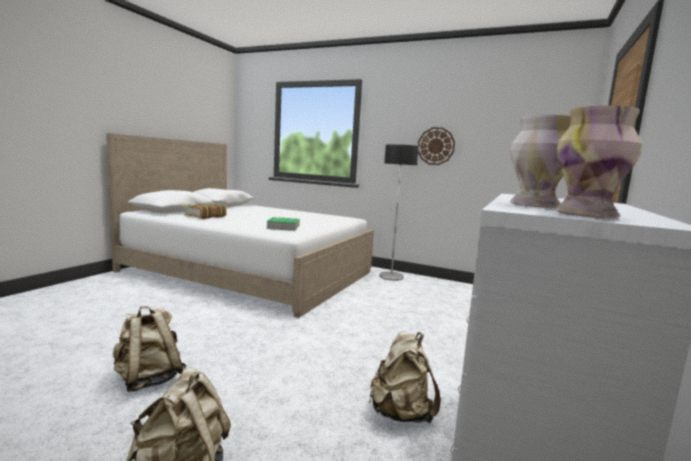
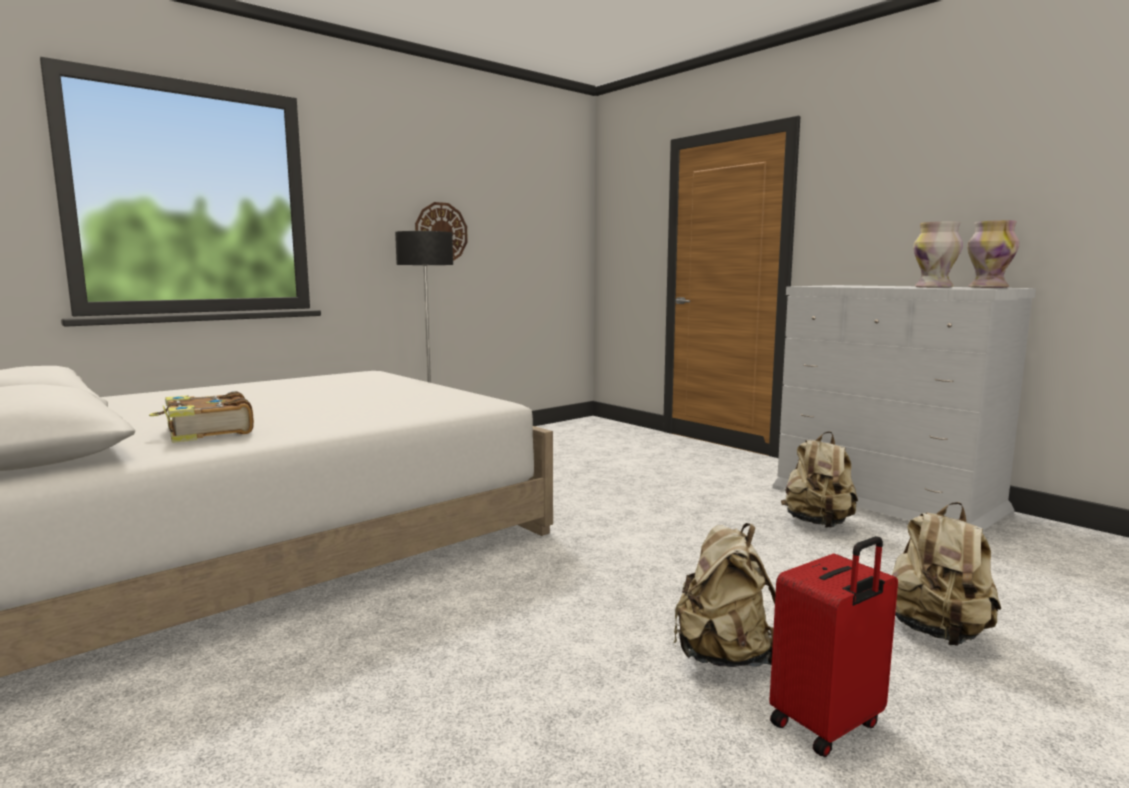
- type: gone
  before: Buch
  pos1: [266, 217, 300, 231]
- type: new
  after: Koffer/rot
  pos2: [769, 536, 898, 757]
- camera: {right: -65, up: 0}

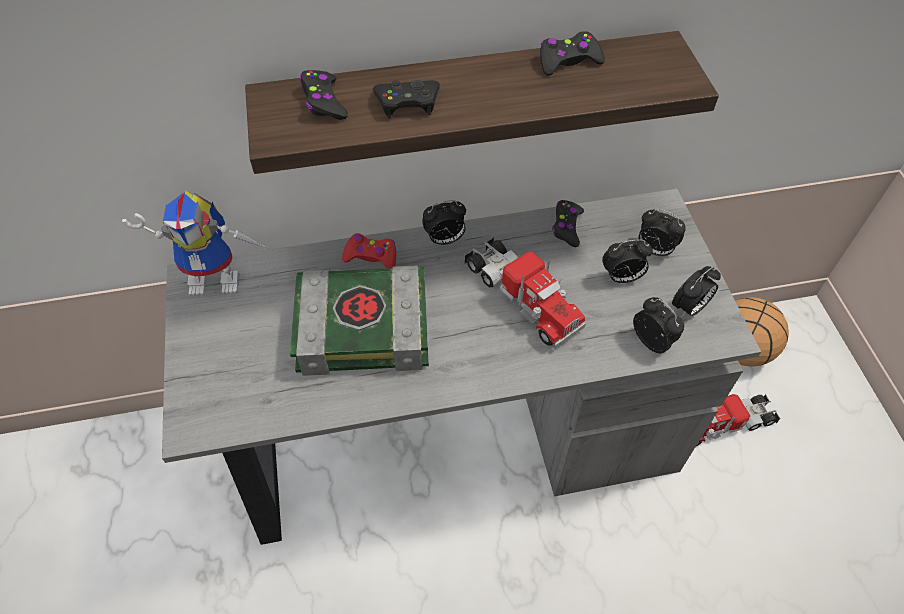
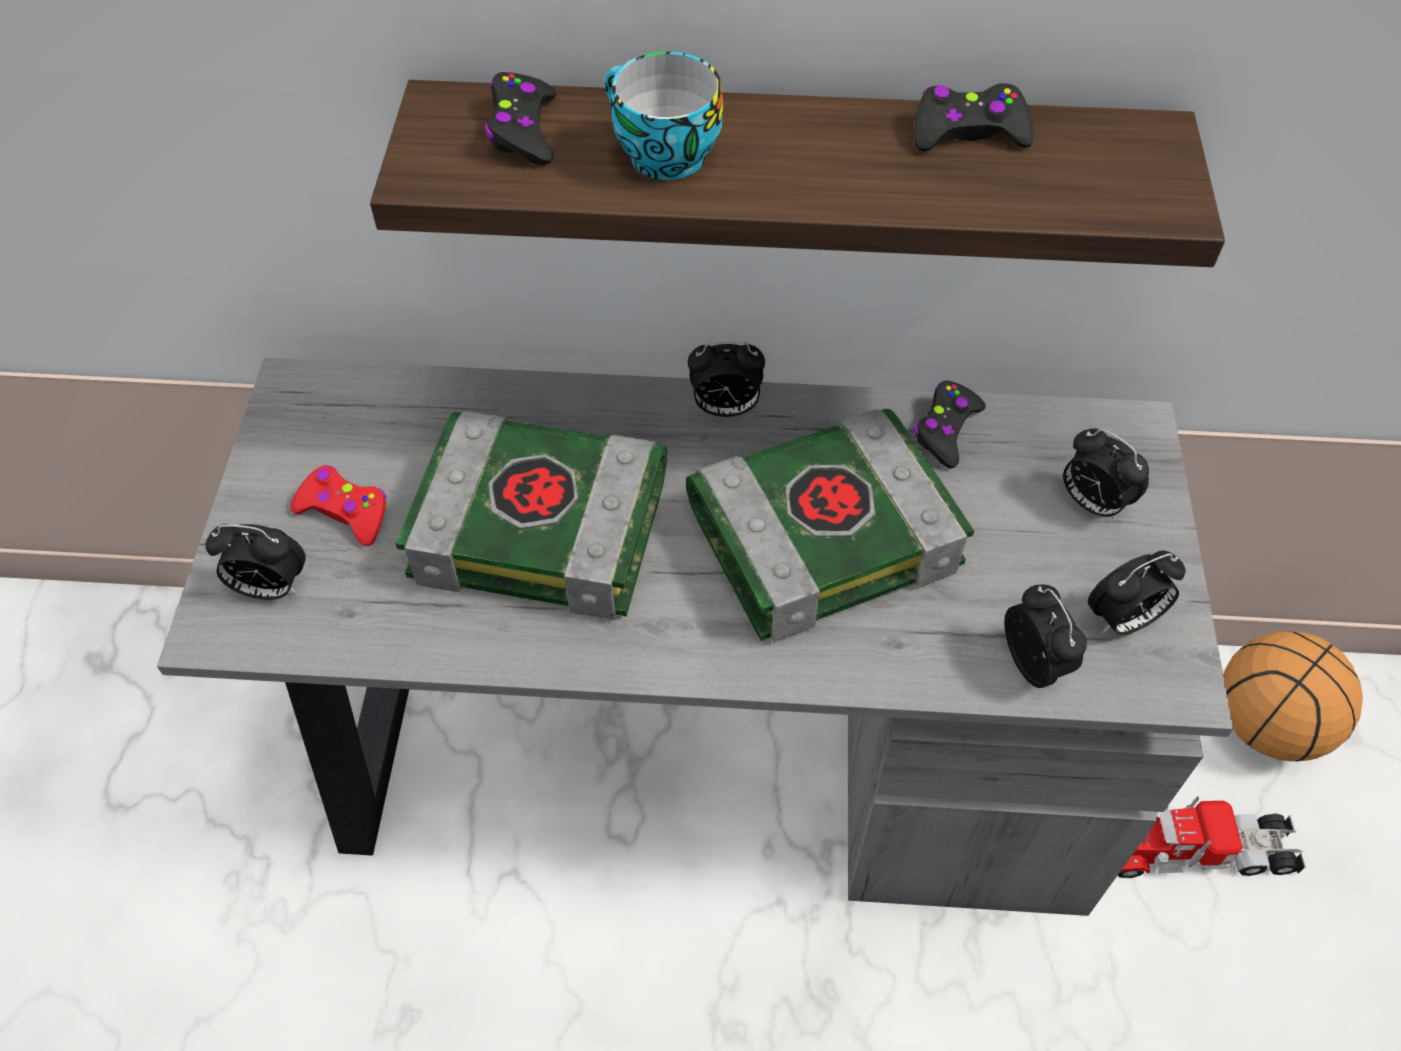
- type: gone
  before: Spielzeugroboter
  pos1: [122, 191, 269, 296]
- type: shifted
  before: Gamepad/rot
  pos1: [342, 233, 396, 269]
  pos2: [290, 465, 387, 546]
- type: swapped
  before: Gamepad/schwarz
  after: Tasse
  pos1: [373, 80, 440, 118]
  pos2: [605, 51, 723, 180]
- type: swapped
  before: Spielzeuglaster
  after: Buch
  pos1: [465, 237, 586, 348]
  pos2: [686, 409, 974, 643]
- type: shifted
  before: Wecker
  pos1: [602, 239, 653, 283]
  pos2: [205, 524, 306, 600]
- camera: {right: 15, up: 0}

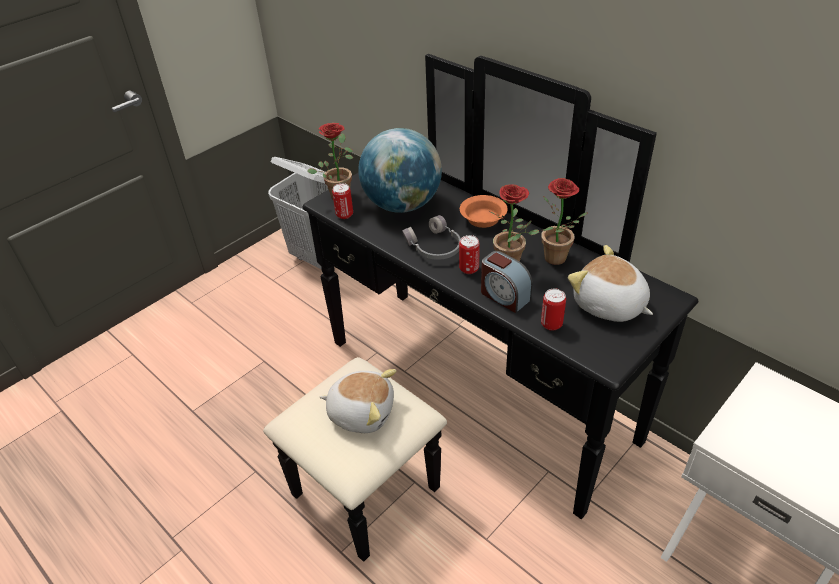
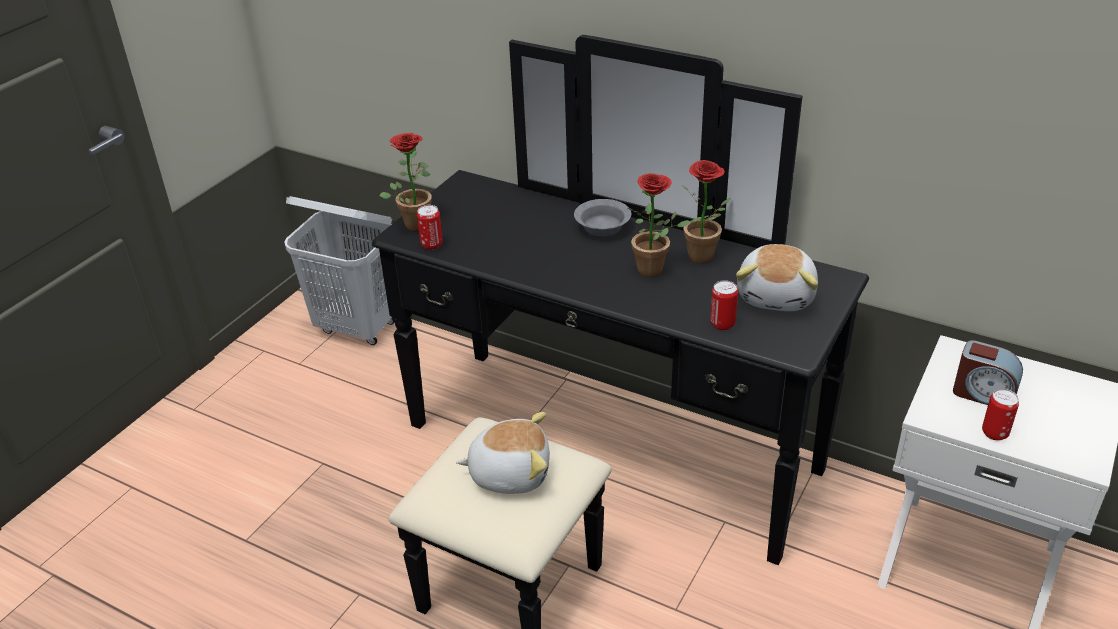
- type: gone
  before: Globus
  pos1: [358, 128, 442, 213]
- type: gone
  before: Kopfhörer/grau
  pos1: [402, 215, 461, 260]
- type: shifted
  before: Dose
  pos1: [459, 235, 480, 274]
  pos2: [982, 389, 1019, 441]
- type: repainted
  before: Schüssel/orange
  after: Schüssel/grau
  pos1: [460, 195, 508, 228]
  pos2: [574, 199, 631, 236]
- type: shifted
  before: Wecker
  pos1: [481, 251, 533, 313]
  pos2: [953, 340, 1023, 405]
- type: rotated
  before: Plüschtier
  pos1: [568, 245, 653, 322]
  pos2: [736, 244, 818, 311]
  turn: -105
- camera: {right: -15, up: -5}

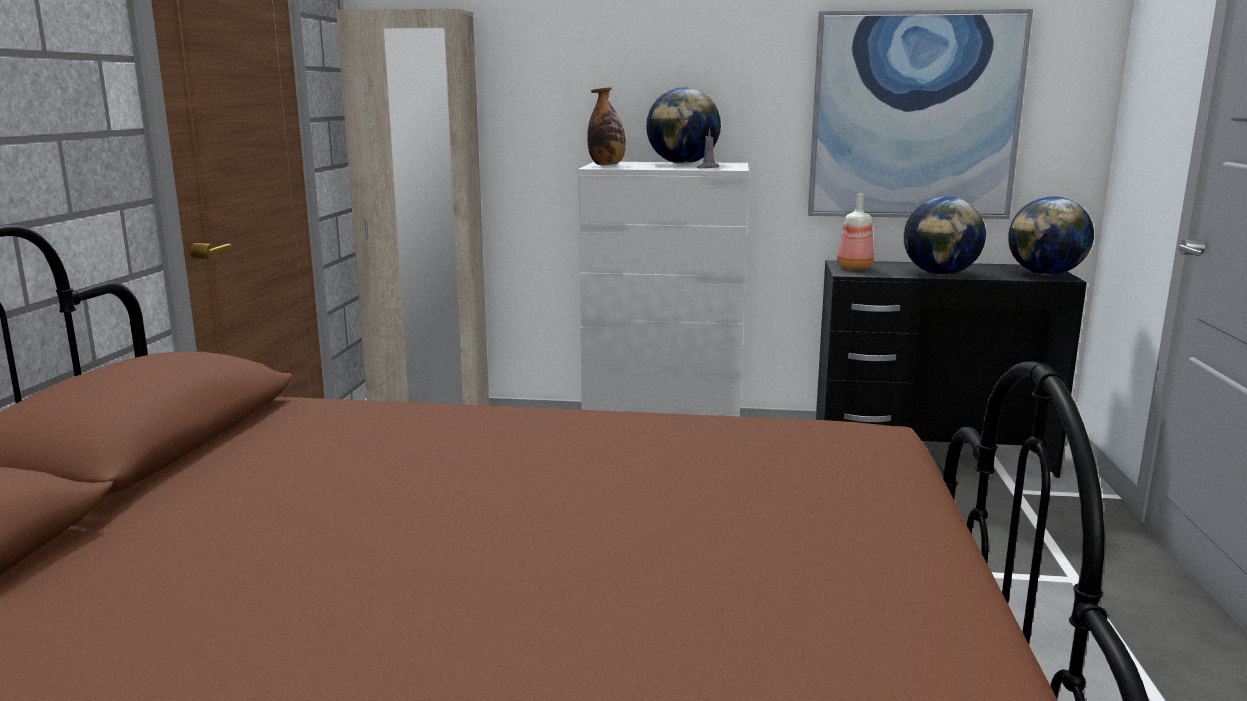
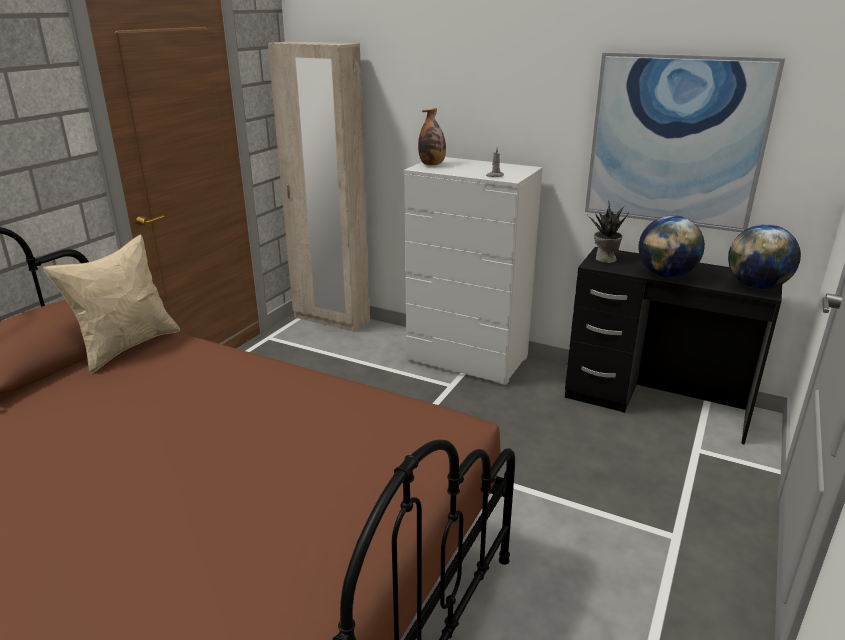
- type: gone
  before: Globus
  pos1: [646, 87, 721, 164]
- type: swapped
  before: Flasche
  after: Topfpflanze
  pos1: [837, 194, 874, 270]
  pos2: [588, 201, 629, 263]
- type: new
  after: Kissen/beige
  pos2: [43, 234, 180, 373]
- camera: {right: 20, up: 10}

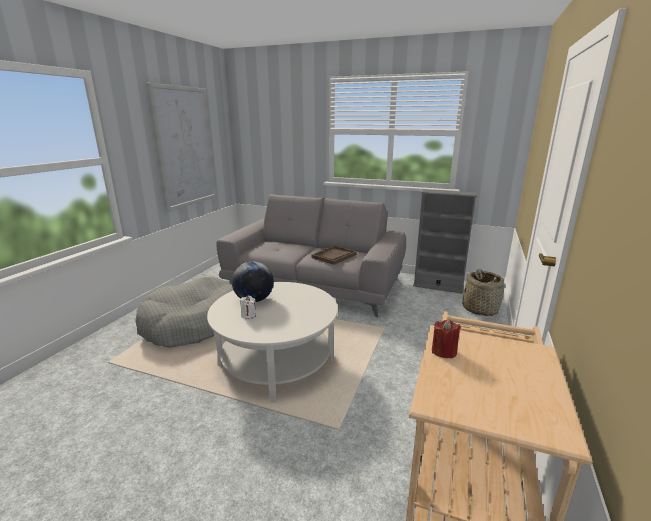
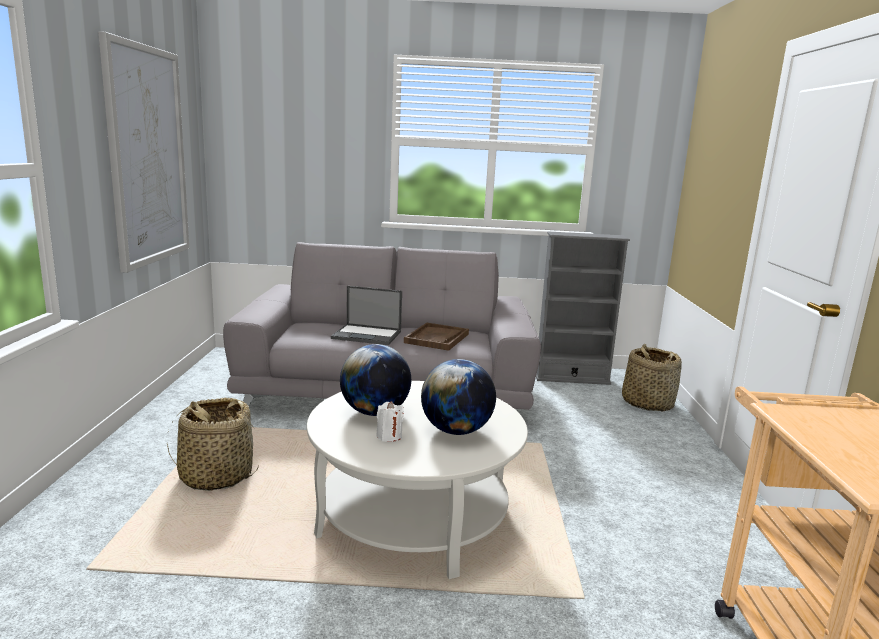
- type: swapped
  before: Hundebett/grau
  after: Korb
  pos1: [135, 277, 234, 348]
  pos2: [167, 398, 259, 491]
- type: gone
  before: Kerze/rot
  pos1: [432, 320, 461, 359]
- type: new
  after: Laptop
  pos2: [331, 286, 402, 345]
- type: new
  after: Globus
  pos2: [421, 359, 496, 435]
- camera: {right: -20, up: -5}

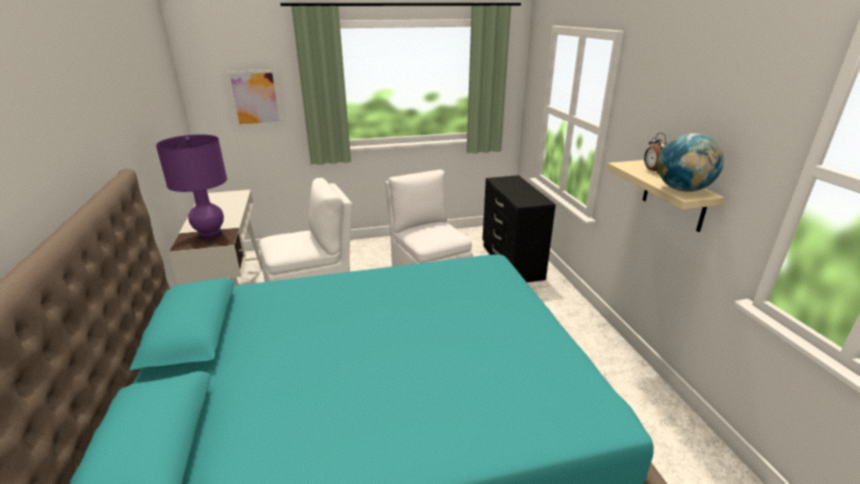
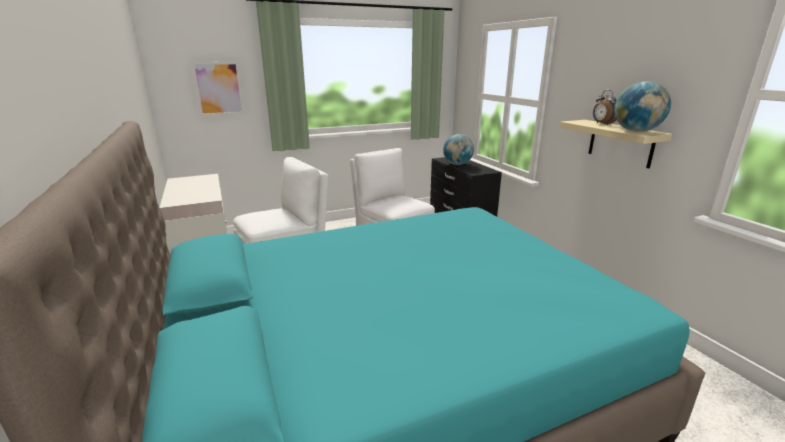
- type: gone
  before: Tischlampe/lila
  pos1: [156, 134, 227, 239]
- type: new
  after: Globus
  pos2: [443, 134, 474, 165]
- camera: {right: -10, up: -5}

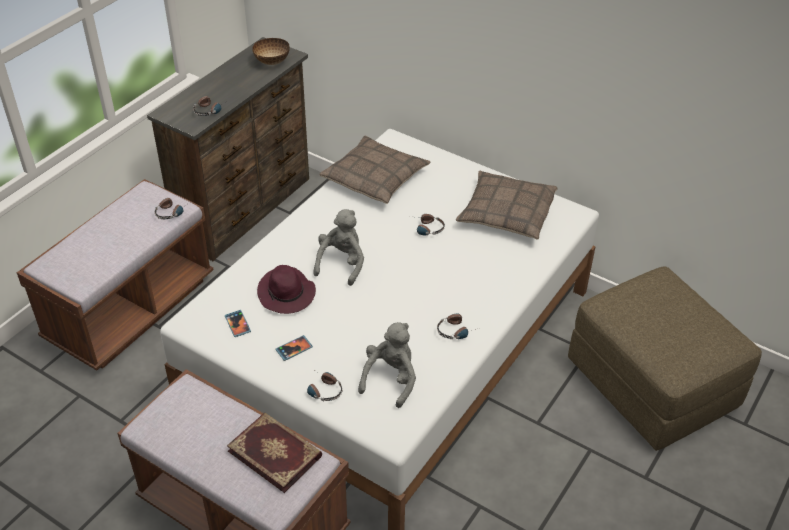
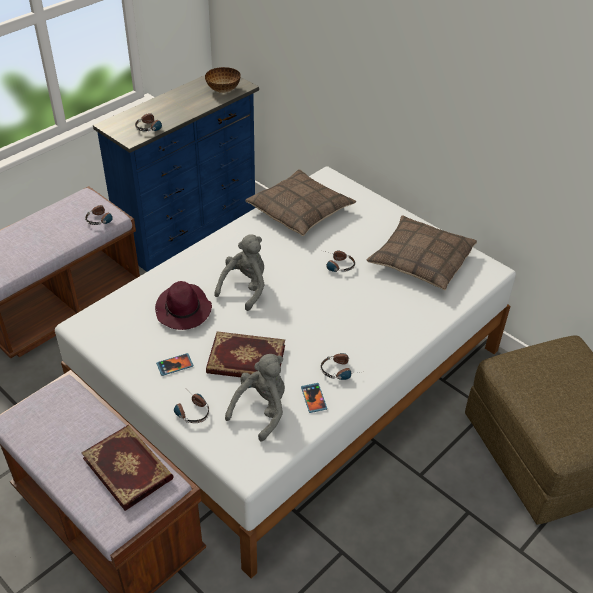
- type: repainted
  before: Kommode/braun
  after: Kommode/blau
  pos1: [147, 37, 309, 261]
  pos2: [93, 75, 259, 272]
- type: shifted
  before: Handy
  pos1: [225, 310, 251, 337]
  pos2: [301, 383, 327, 413]
- type: new
  after: Buch
  pos2: [206, 331, 285, 377]
- camera: {right: 10, up: 0}

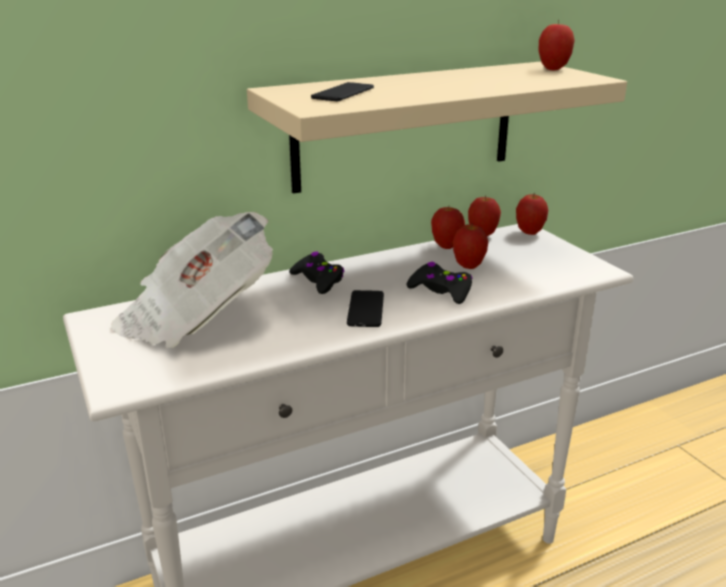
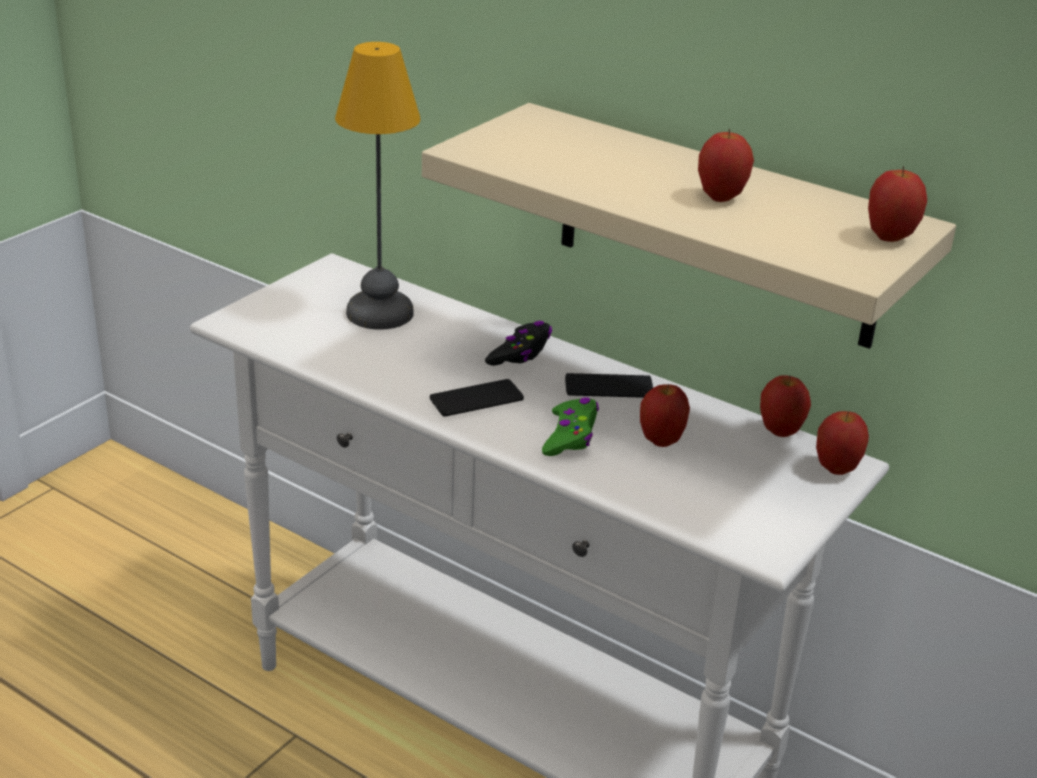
- type: swapped
  before: Zeitung
  after: Tischlampe
  pos1: [111, 212, 273, 348]
  pos2: [335, 42, 420, 330]
- type: shifted
  before: Handy
  pos1: [311, 82, 374, 101]
  pos2: [565, 373, 653, 398]
- type: repainted
  before: Gamepad/schwarz
  after: Gamepad/grün
  pos1: [406, 262, 473, 304]
  pos2: [542, 397, 599, 456]
- type: shifted
  before: Apfel
  pos1: [431, 207, 465, 249]
  pos2: [698, 129, 754, 202]
- camera: {right: 60, up: 5}

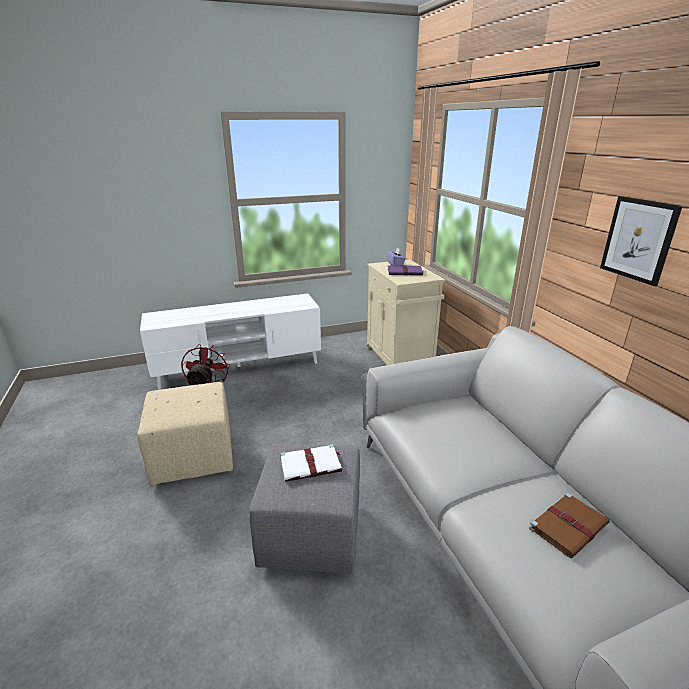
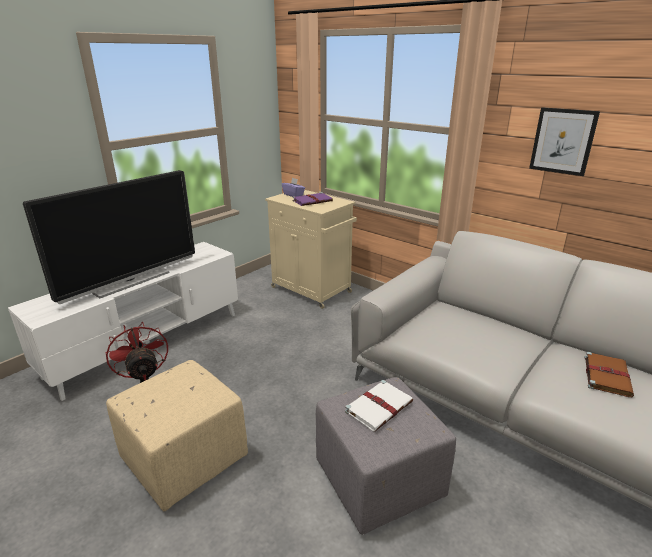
- type: new
  after: Fernseher
  pos2: [23, 170, 195, 304]
- camera: {right: -30, up: 0}

